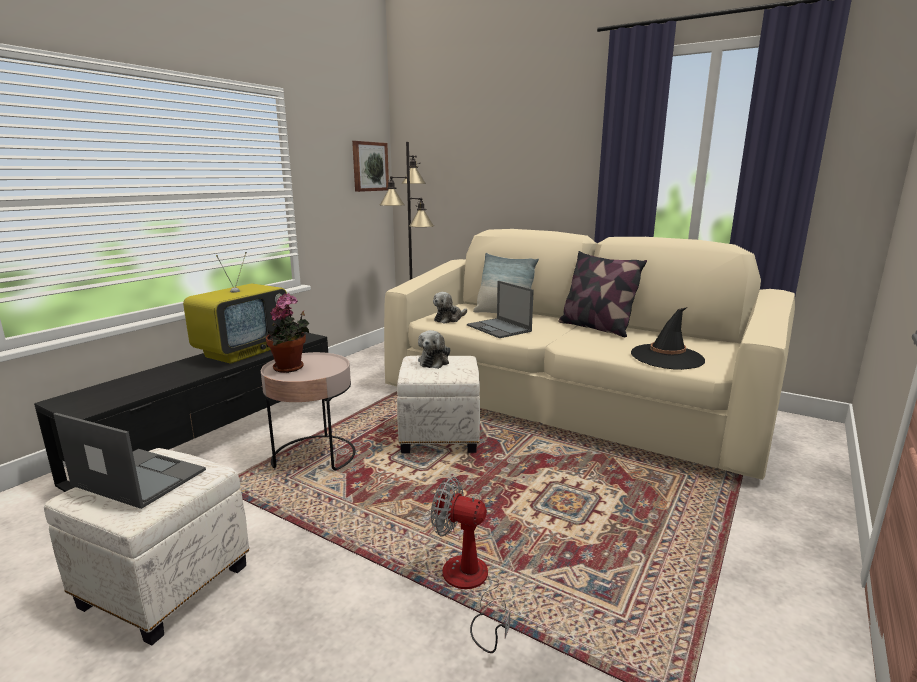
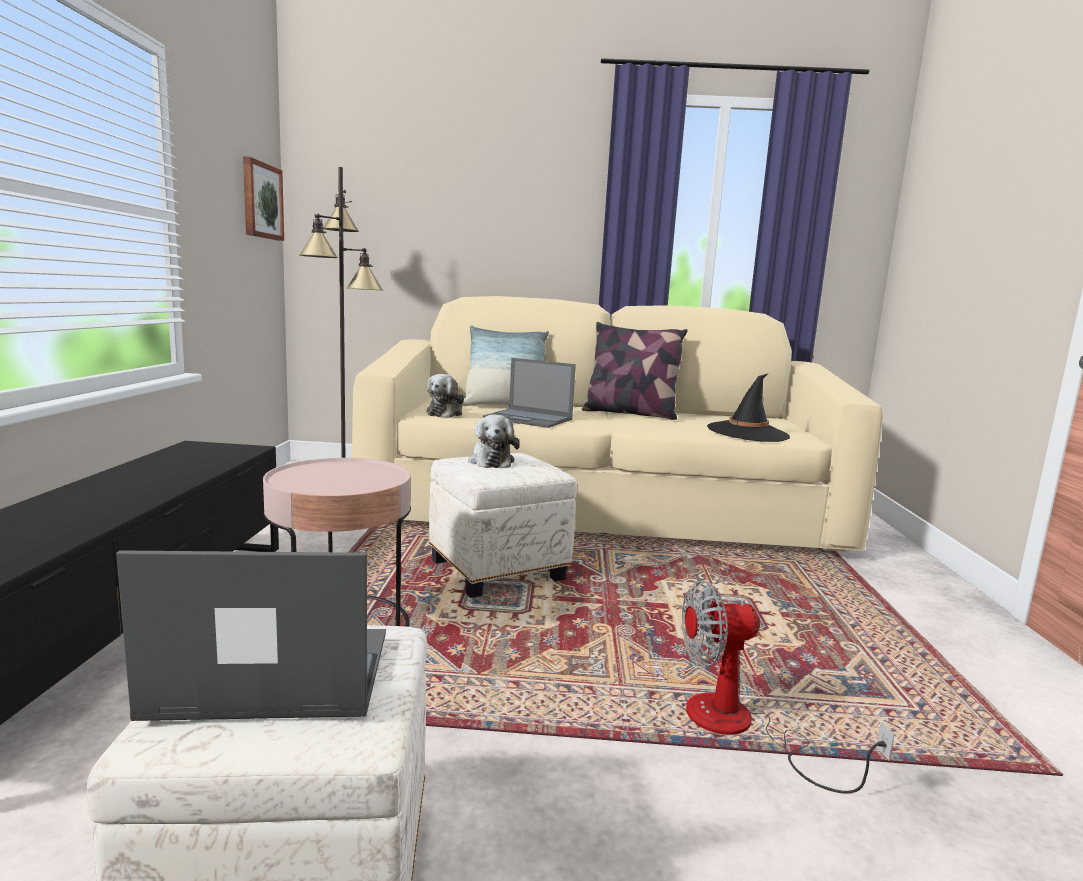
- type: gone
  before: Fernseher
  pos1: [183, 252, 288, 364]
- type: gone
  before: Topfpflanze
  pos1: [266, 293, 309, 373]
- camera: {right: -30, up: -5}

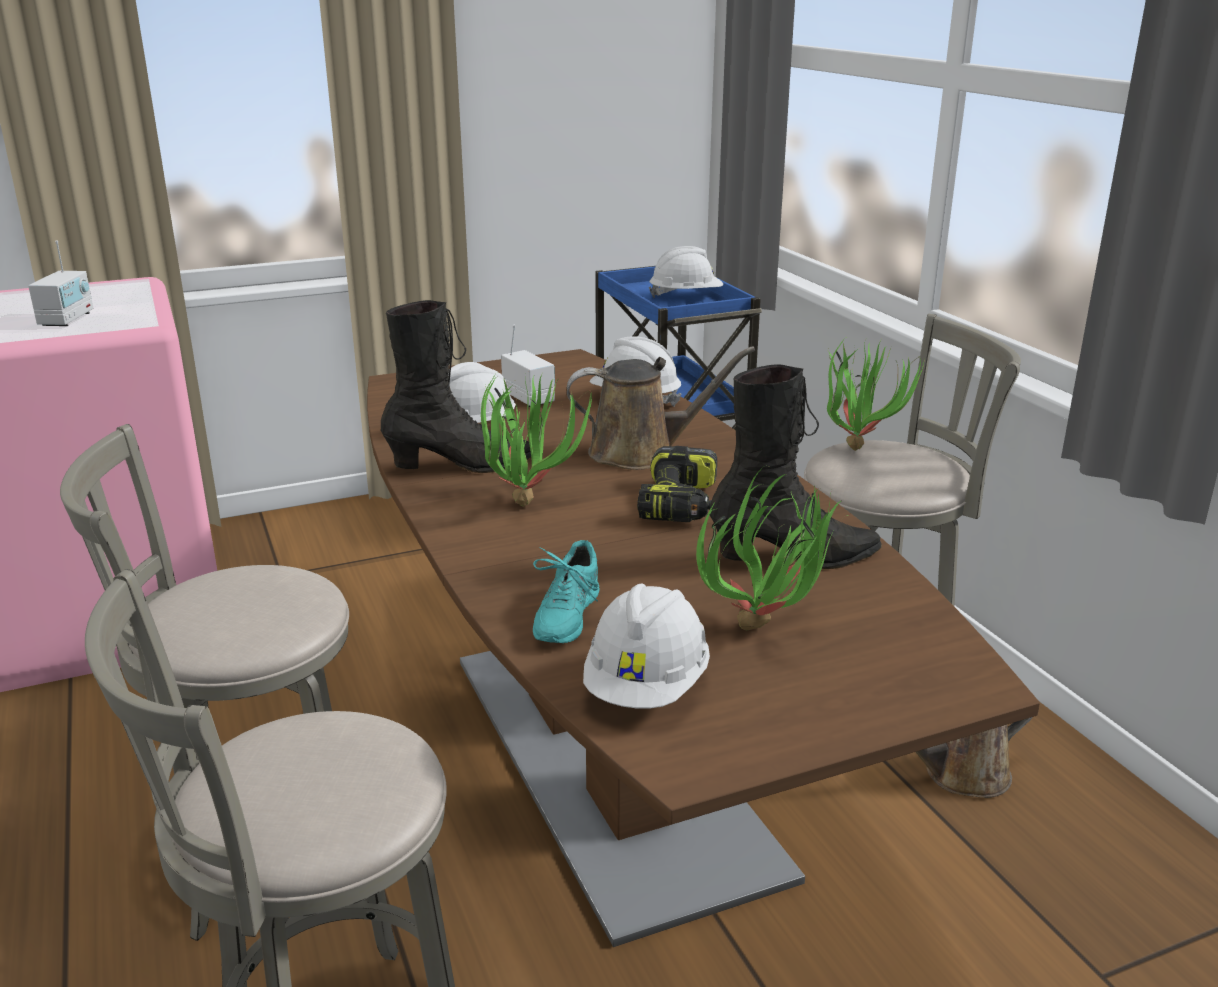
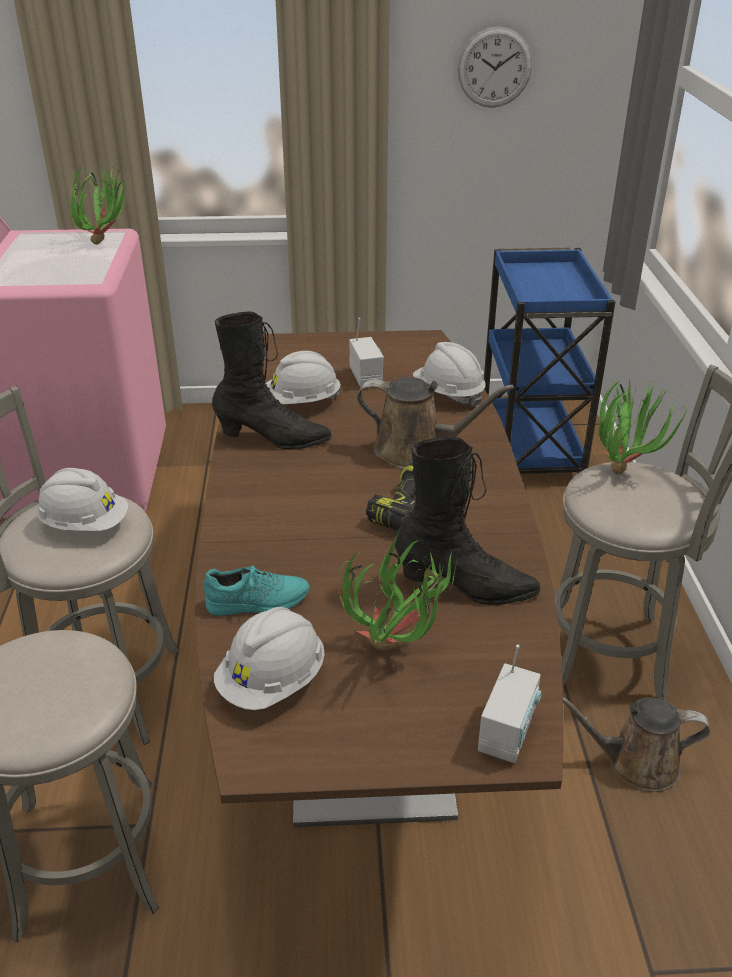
- type: shifted
  before: Radio
  pos1: [28, 240, 93, 326]
  pos2: [478, 645, 541, 763]
- type: shifted
  before: Topfpflanze
  pos1: [481, 369, 592, 507]
  pos2: [68, 161, 131, 245]
- type: rotated
  before: Schuh/türkis
  pos1: [533, 540, 599, 643]
  pos2: [204, 565, 309, 616]
  turn: -135
- type: shifted
  before: Schutzhelm/weiß
  pos1: [649, 246, 723, 298]
  pos2: [36, 468, 128, 531]
- type: new
  after: Wanduhr
  pos2: [458, 27, 532, 108]
- camera: {right: 20, up: 10}

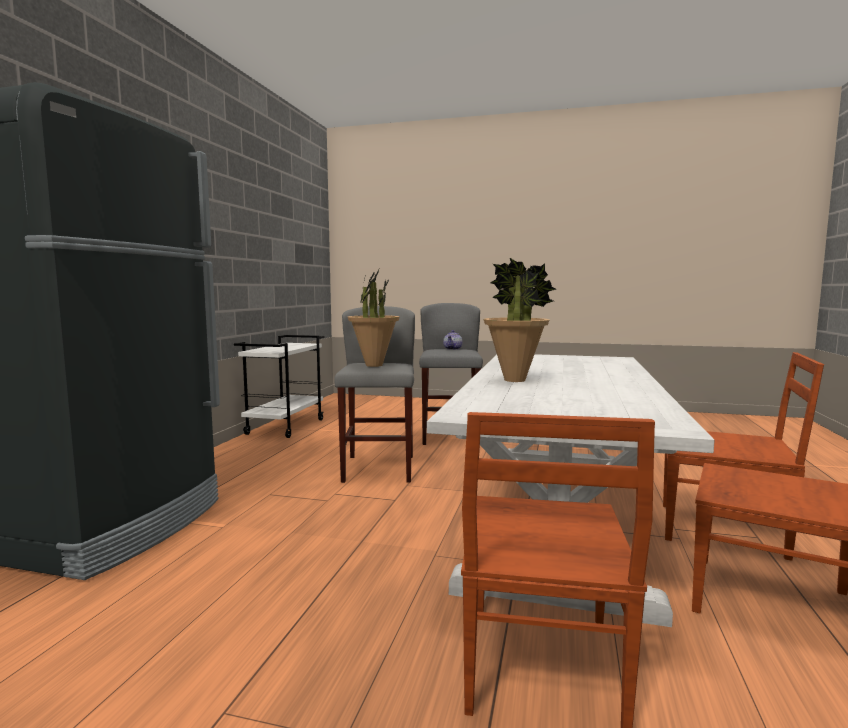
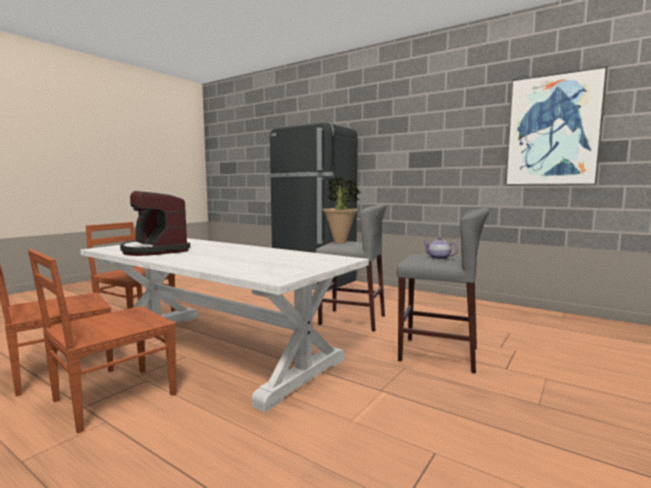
- type: gone
  before: Rollwagen/weiß
  pos1: [234, 335, 325, 438]
- type: gone
  before: Topfpflanze
  pos1: [484, 258, 556, 382]
- type: new
  after: Kaffeemaschine
  pos2: [120, 191, 190, 256]
- type: new
  after: Bild
  pos2: [505, 66, 608, 186]
- camera: {right: 110, up: 0}

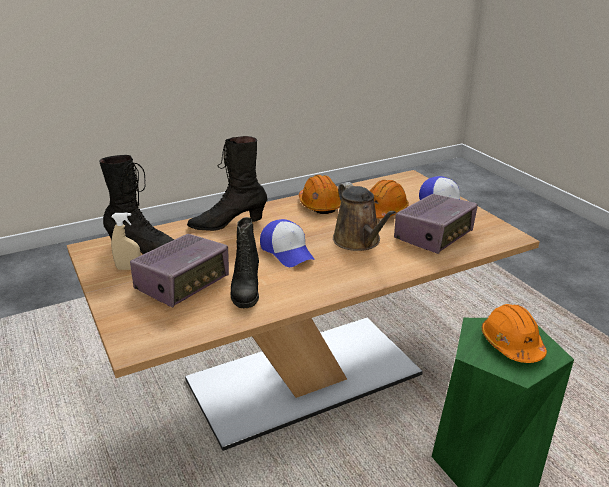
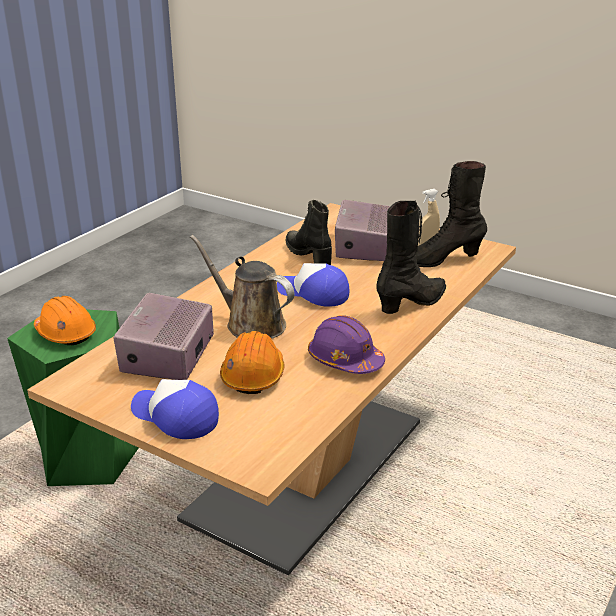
- type: repainted
  before: Schutzhelm/orange
  after: Schutzhelm/lila
  pos1: [299, 175, 341, 214]
  pos2: [308, 315, 385, 374]
- camera: {right: 150, up: 0}

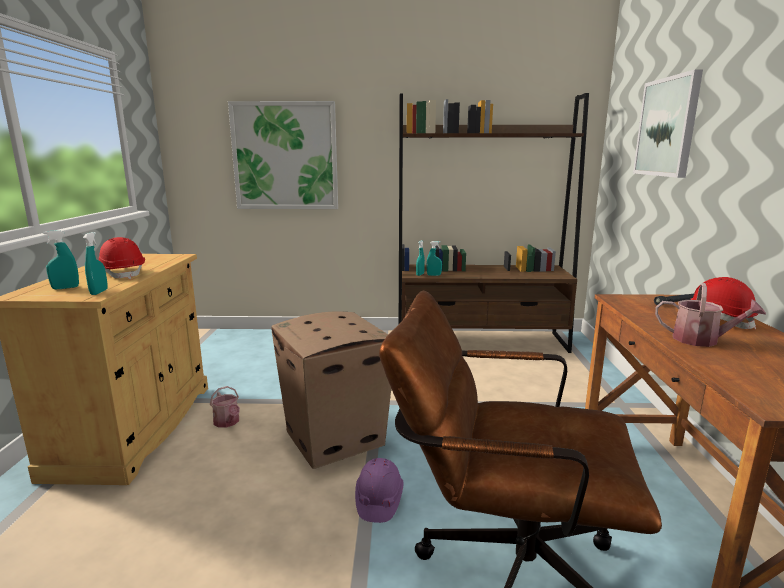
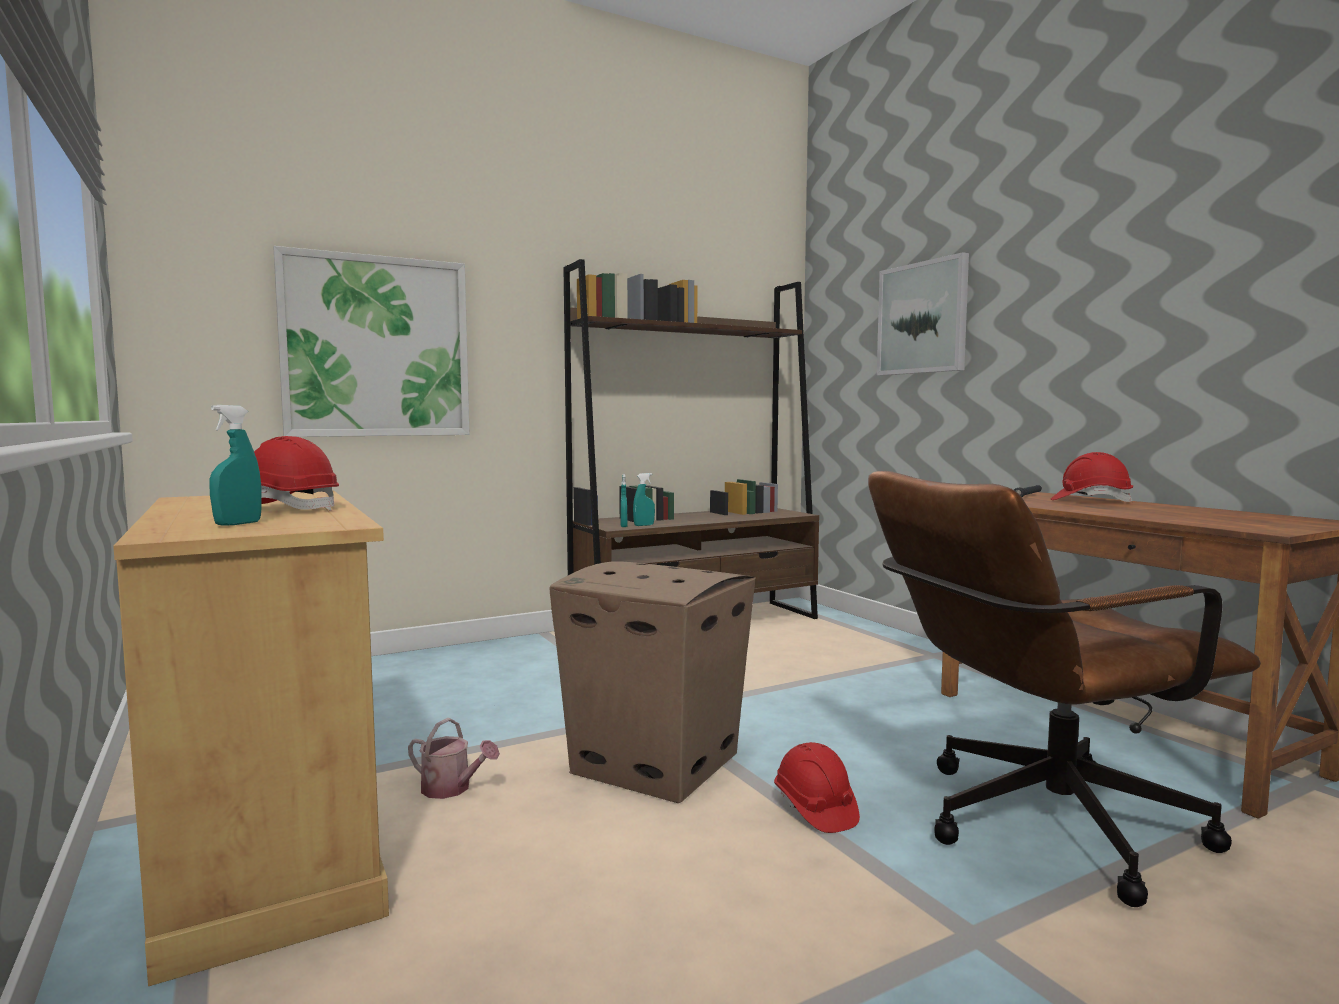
- type: gone
  before: Sprühflasche/türkis
  pos1: [83, 232, 108, 295]
- type: repainted
  before: Schutzhelm/lila
  after: Schutzhelm/rot
  pos1: [355, 458, 403, 523]
  pos2: [774, 742, 860, 833]
- type: gone
  before: Gießkanne
  pos1: [655, 283, 766, 347]
- camera: {right: -30, up: -10}

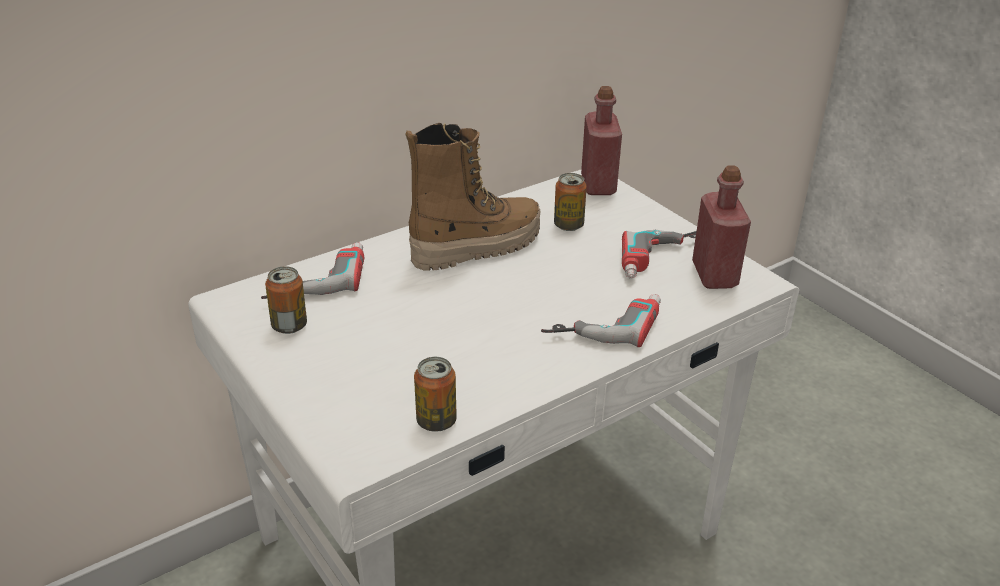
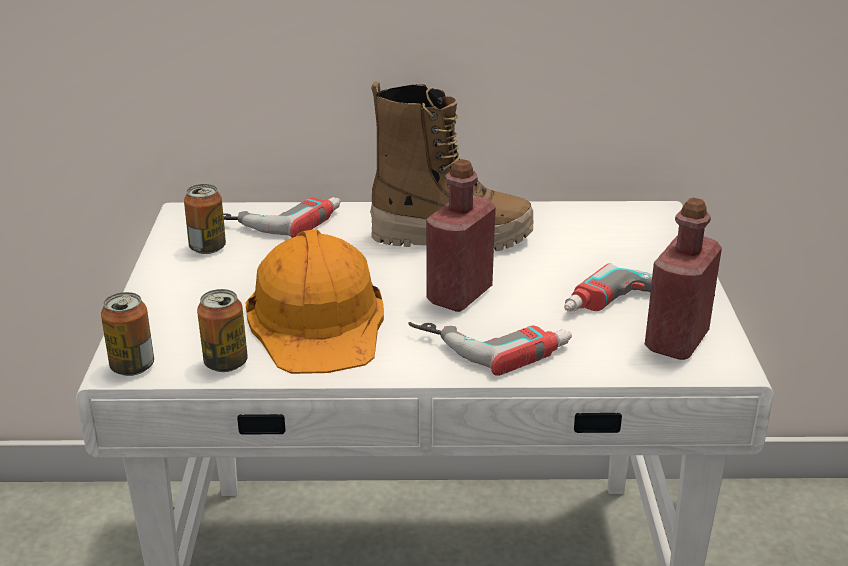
- type: shifted
  before: Dose
  pos1: [554, 173, 587, 231]
  pos2: [101, 292, 154, 376]
- type: shifted
  before: Flasche/rot
  pos1: [581, 86, 622, 195]
  pos2: [426, 159, 496, 312]
- type: new
  after: Schutzhelm/orange
  pos2: [245, 230, 384, 374]
- camera: {right: 35, up: -5}

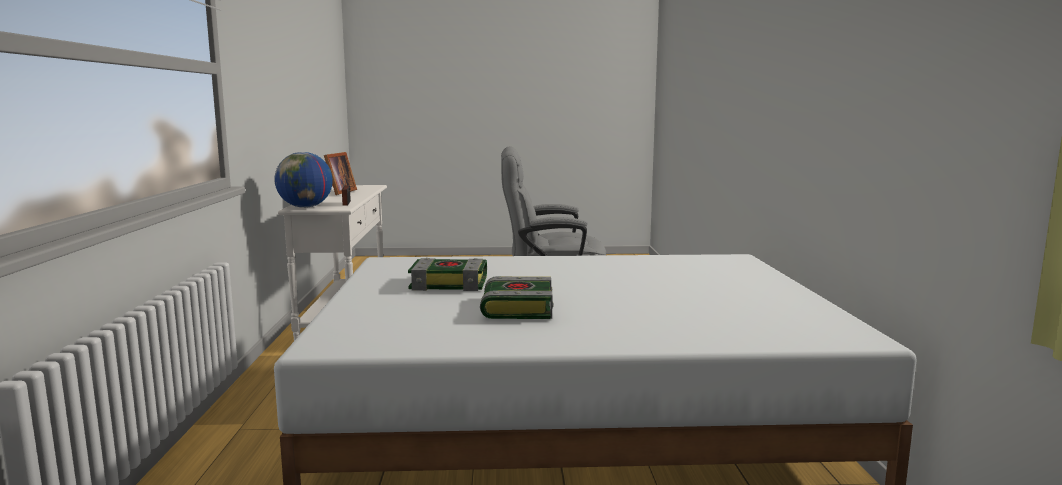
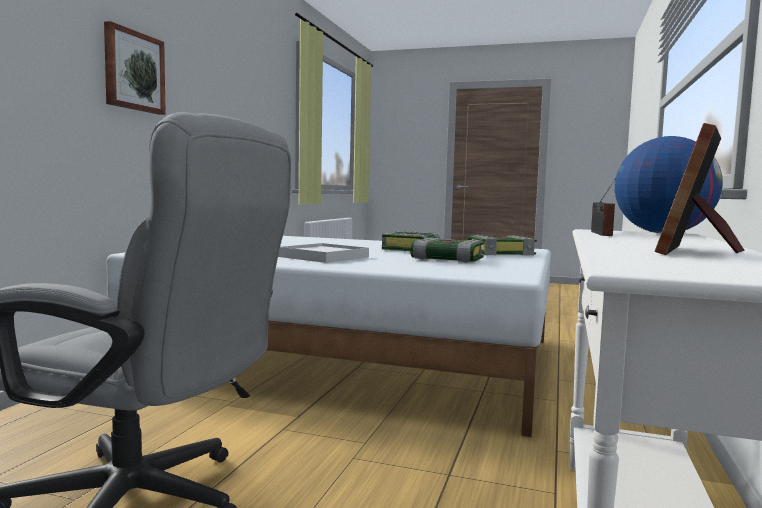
- type: new
  after: Bild
  pos2: [104, 21, 166, 115]
- type: new
  after: Tablett/weiß
  pos2: [278, 243, 369, 263]
- type: new
  after: Buch
  pos2: [467, 235, 537, 256]
- camera: {right: -160, up: -5}

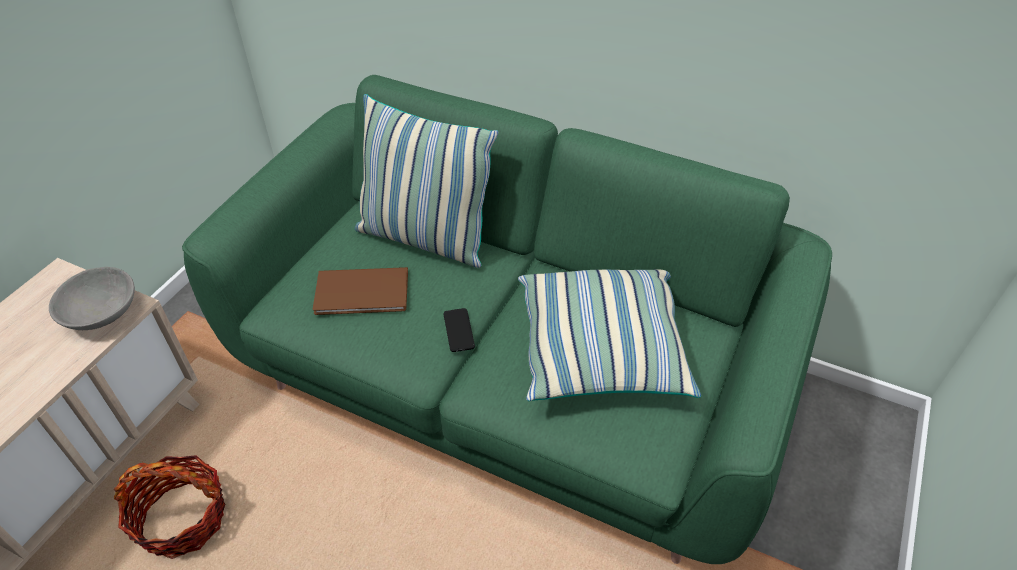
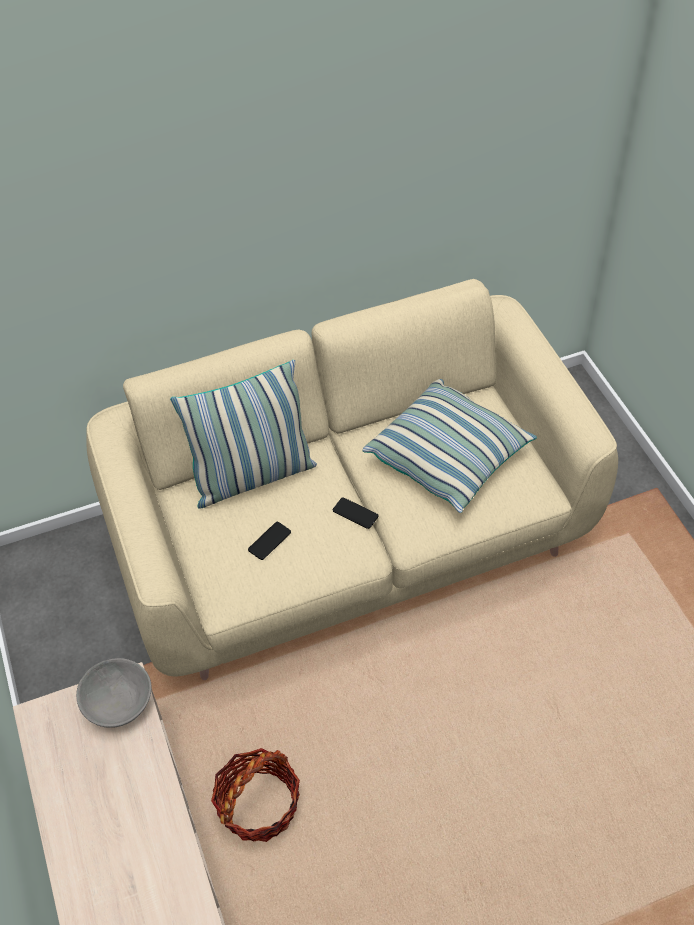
- type: repainted
  before: Sofa/grün
  after: Sofa/beige
  pos1: [182, 75, 832, 564]
  pos2: [86, 279, 618, 680]
- type: swapped
  before: Buch/braun
  after: Handy
  pos1: [313, 267, 408, 315]
  pos2: [248, 522, 291, 560]
- camera: {right: -45, up: 5}

